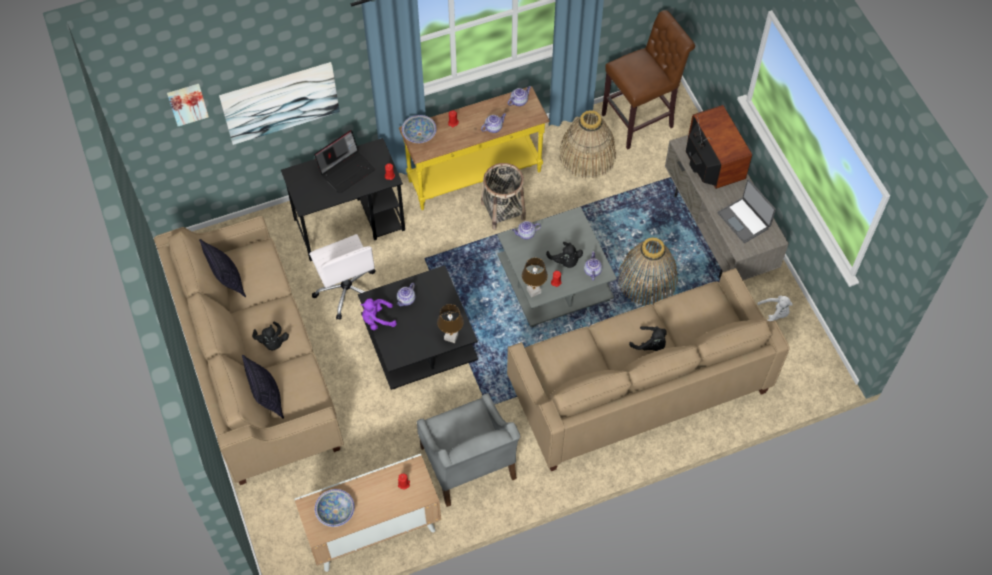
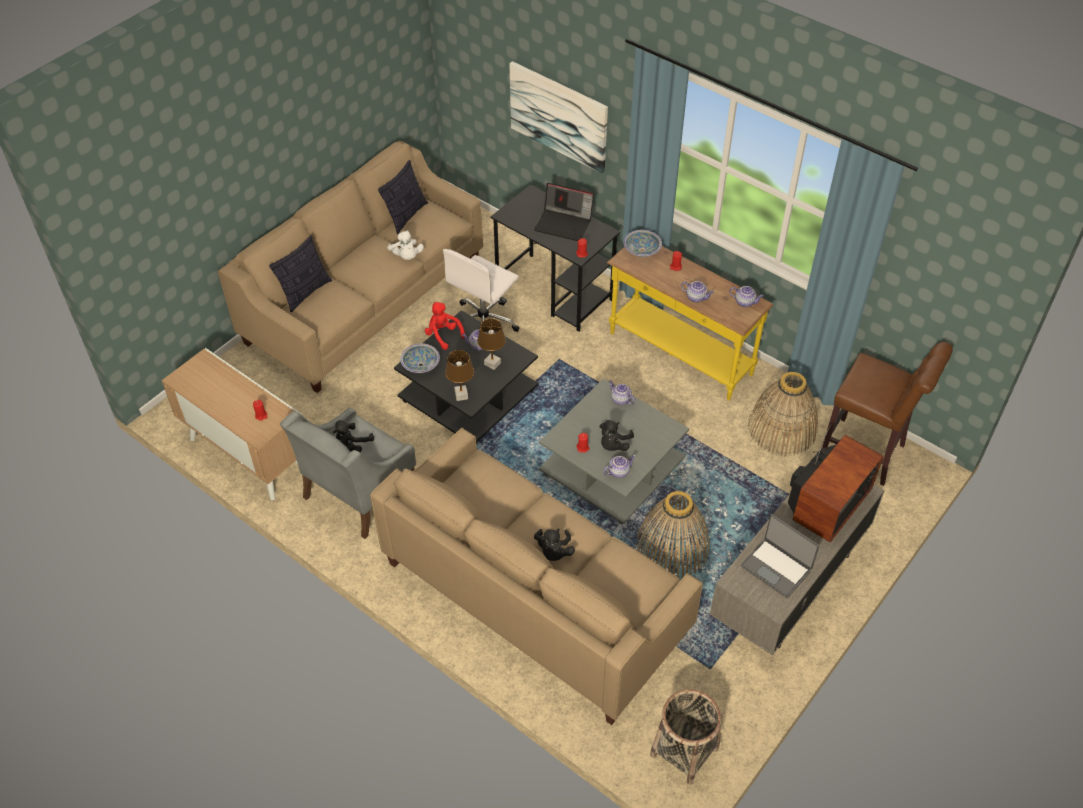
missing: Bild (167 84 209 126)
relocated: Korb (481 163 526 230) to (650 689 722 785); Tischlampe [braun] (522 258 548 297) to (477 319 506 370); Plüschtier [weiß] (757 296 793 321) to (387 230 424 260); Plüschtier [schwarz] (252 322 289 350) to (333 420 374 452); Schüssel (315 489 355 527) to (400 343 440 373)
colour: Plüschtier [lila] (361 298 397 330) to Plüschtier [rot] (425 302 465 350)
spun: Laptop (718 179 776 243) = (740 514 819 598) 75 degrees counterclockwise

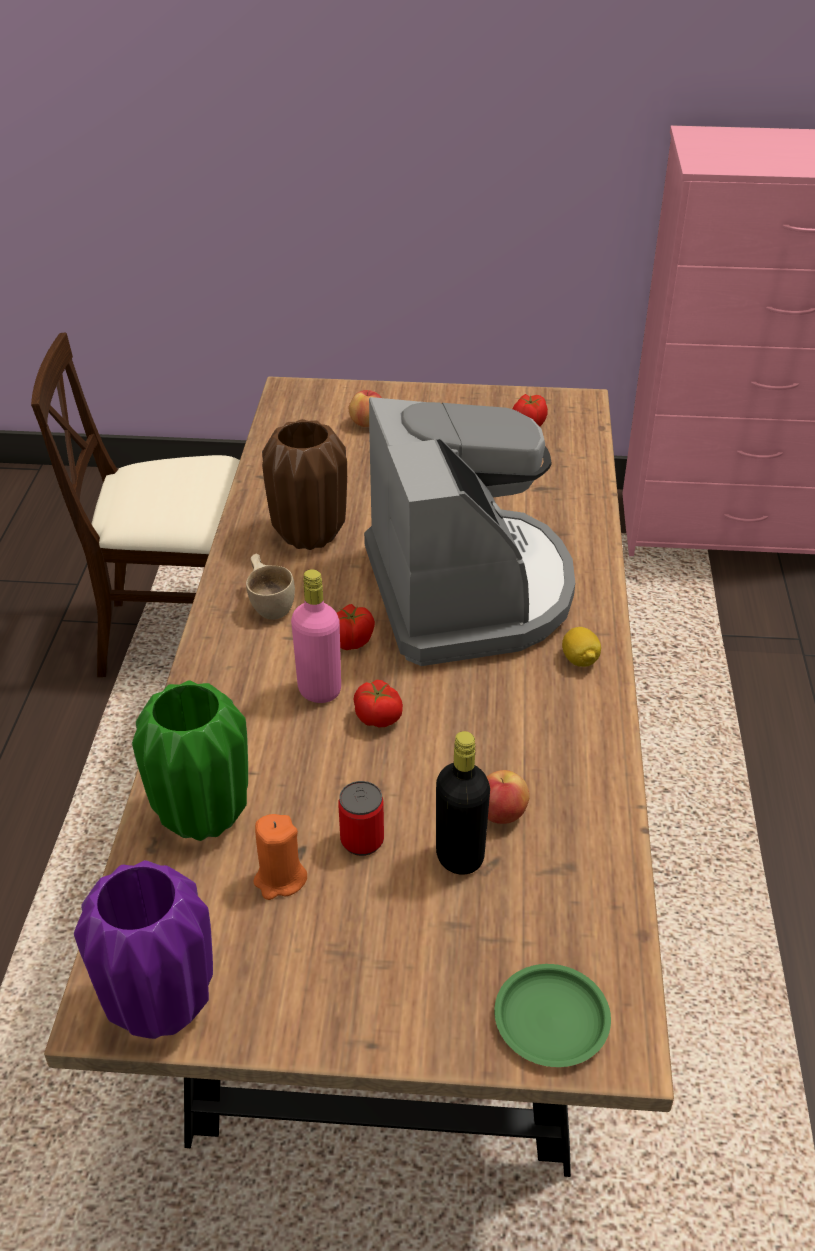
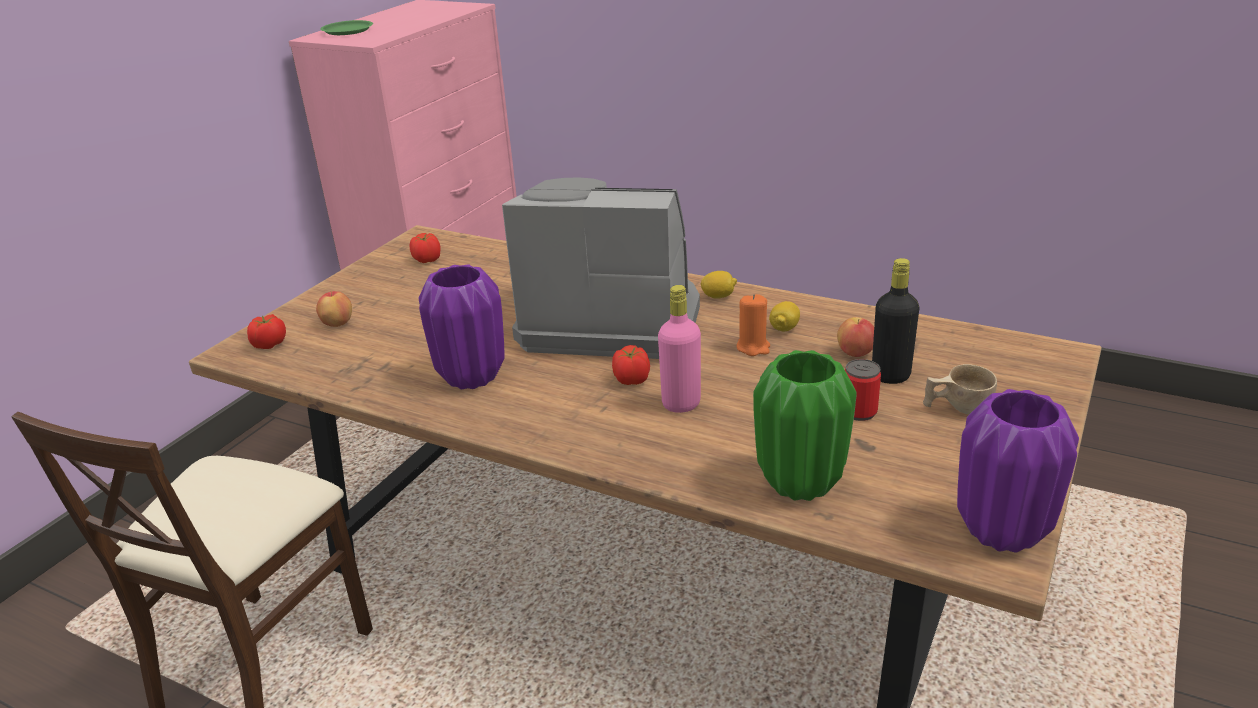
appeared: Zitrone (769 301 800 331)
relocated: Tasse [beige] (246 554 295 620) to (923 364 997 415); Tomate (353 680 403 727) to (247 314 286 349); Kerze [orange] (253 814 307 900) to (737 294 770 356); Teller [grün] (494 964 611 1067) to (320 20 373 35)
colour: Vase [braun] (262 419 347 550) to Vase [lila] (419 264 505 389)

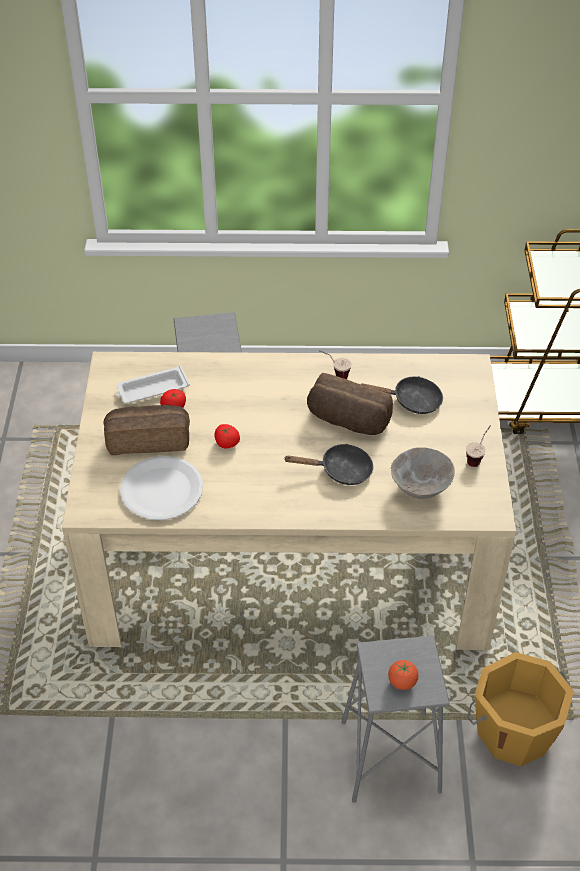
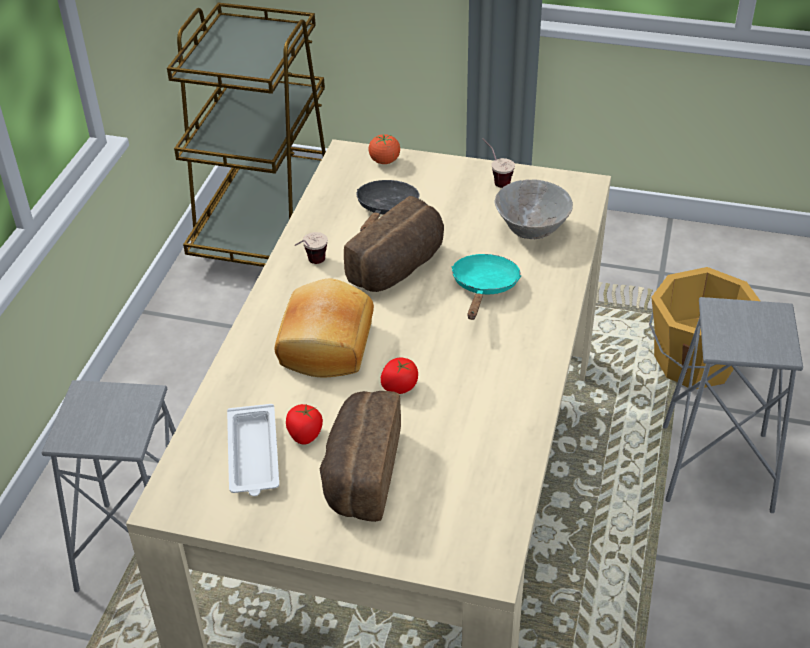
missing: Teller [weiß] (120 456 203 520)
appeared: Brot (275 279 374 377)
relocated: Tomate (388 660 418 690) to (368 134 400 164)
colour: Pfanne [schwarz] (285 444 373 485) to Pfanne [türkis] (452 254 521 320)

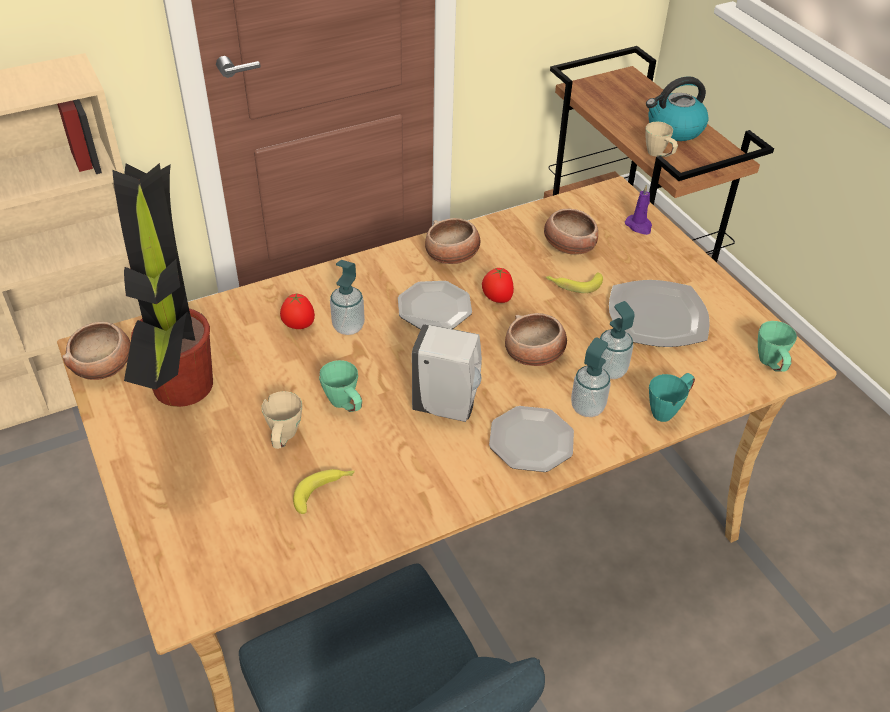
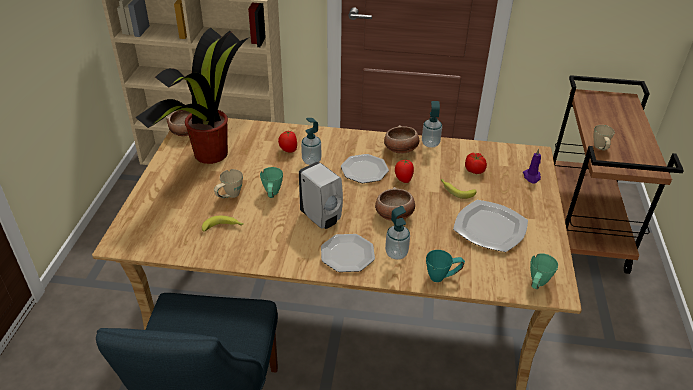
missing: Wasserkessel (646 76 709 141)
relocated: Seifenspender (599 301 635 379) to (422 101 442 148)
exchanged: Schüssel (544 209 598 255) to Tomate (465 153 487 174)

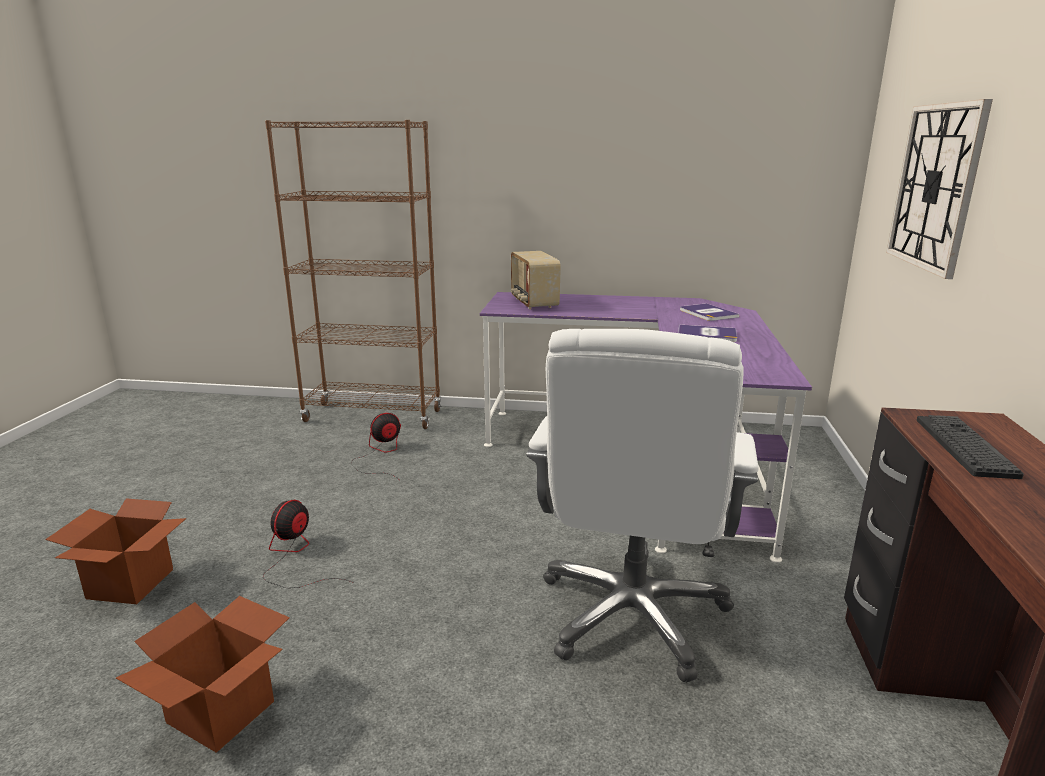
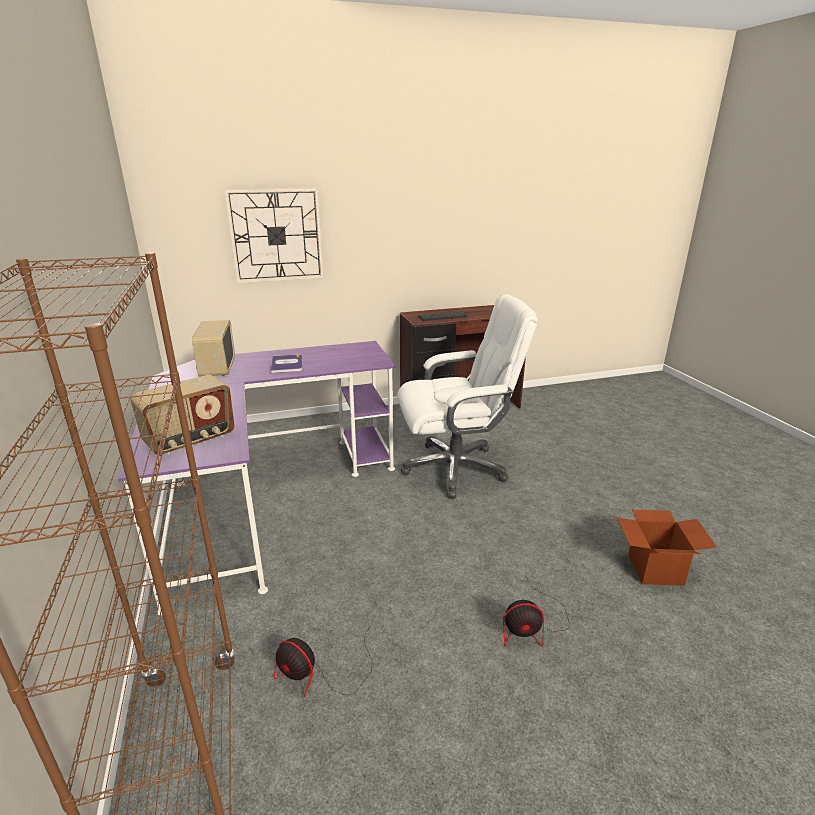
missing: Karton (45 498 186 604)
exchanged: Buch (680 303 739 321) to Radio (192 320 235 376)

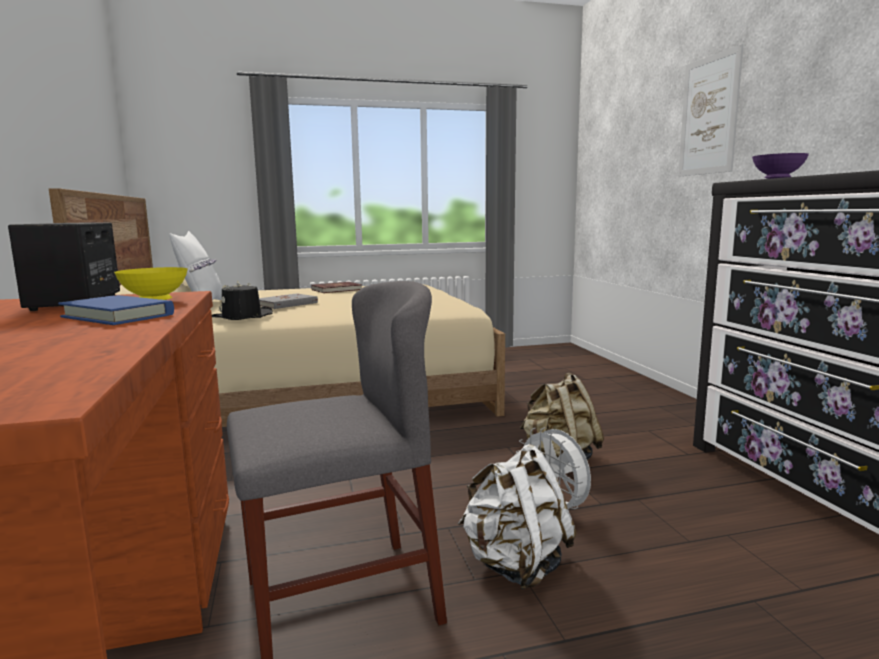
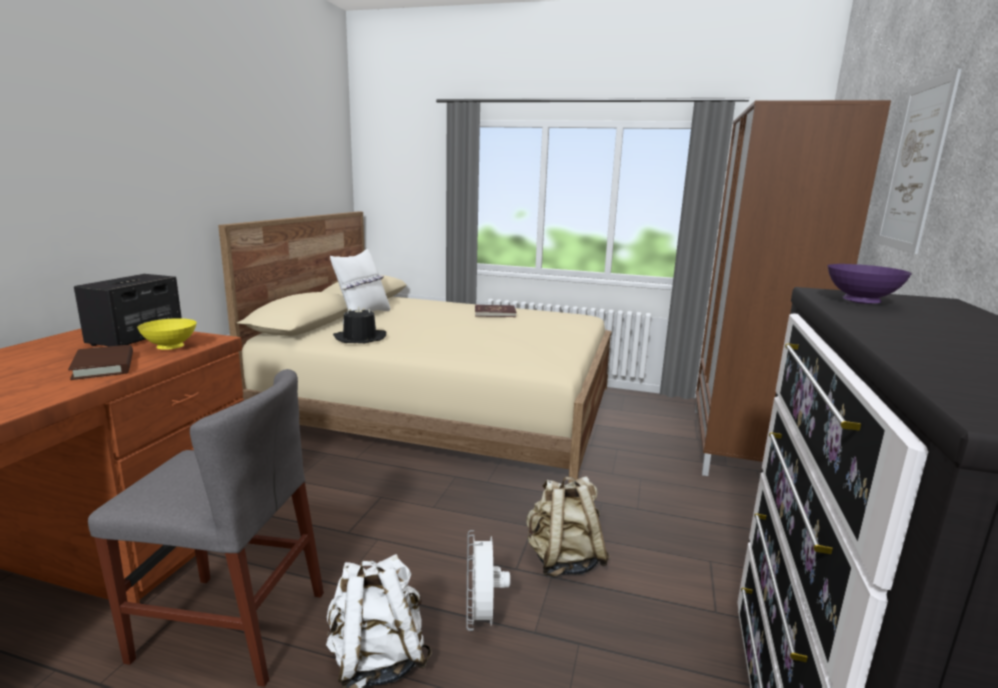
missing: Buch [grau] (259 293 318 309)
appeared: Kleiderschrank [braun] (695 100 891 476)
colour: Buch [blau] (58 295 174 325) to Buch [braun] (68 345 133 380)

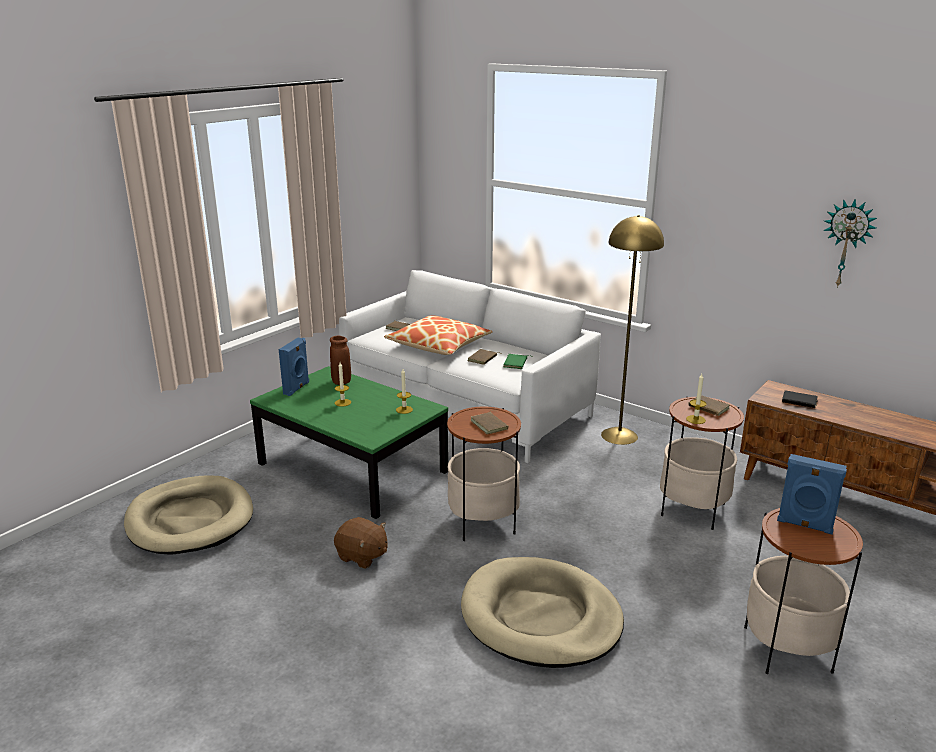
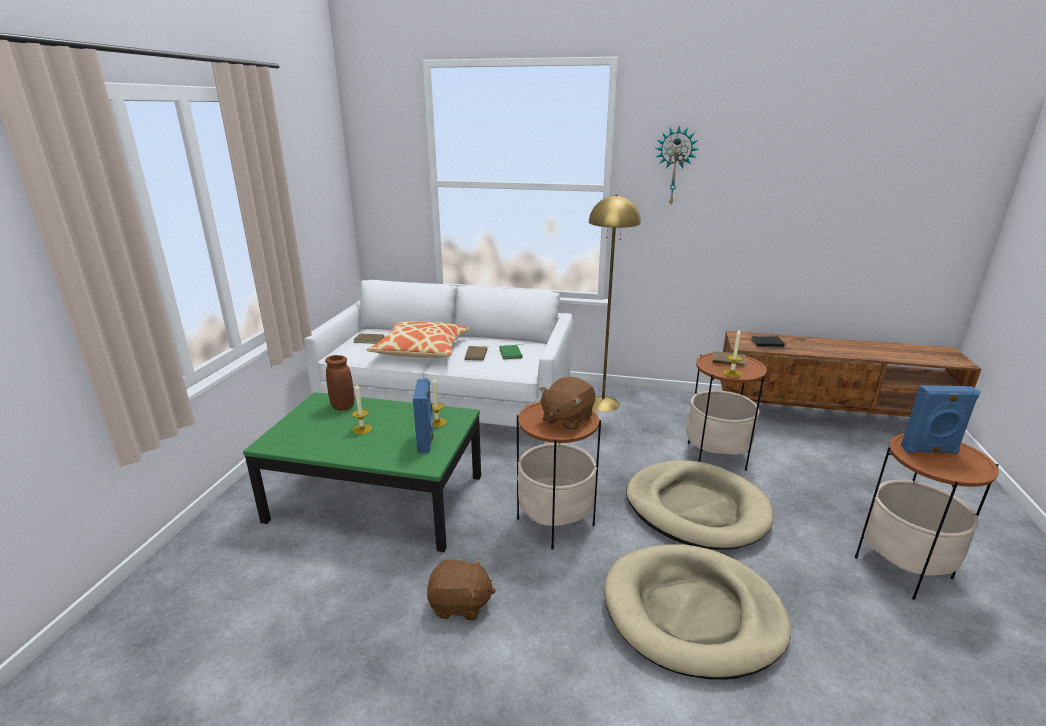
relocated: Wanduhr (824 199 877 288) to (655 126 698 204); Lautsprecher [blau] (279 338 309 396) to (413 378 433 454); Hundebett [beige] (124 475 253 555) to (626 460 774 550)
exchanged: Buch [braun] (471 412 509 435) to Plüschtier [braun] (539 377 595 431)

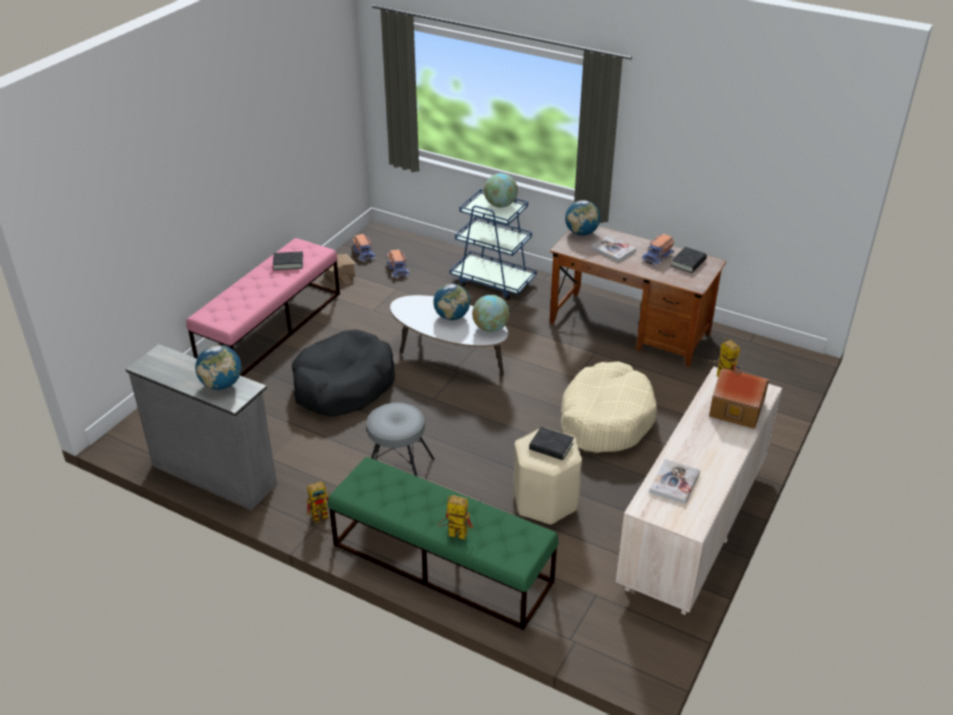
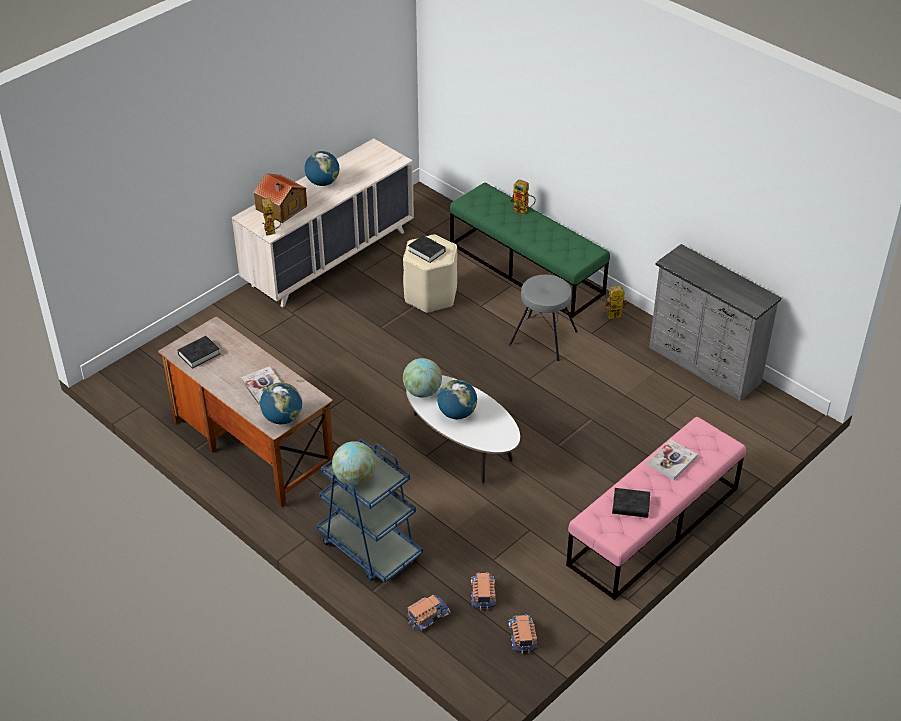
missing: Spielzeughaus (326 254 356 285); Hundebett [schwarz] (292 329 395 417); Hundebett [beige] (561 361 657 453)
relocated: Spielzeuglaster (642 234 674 266) to (408 595 451 631); Globus (195 345 241 390) to (305 151 339 186); Buch (649 459 700 504) to (647 440 698 480)

